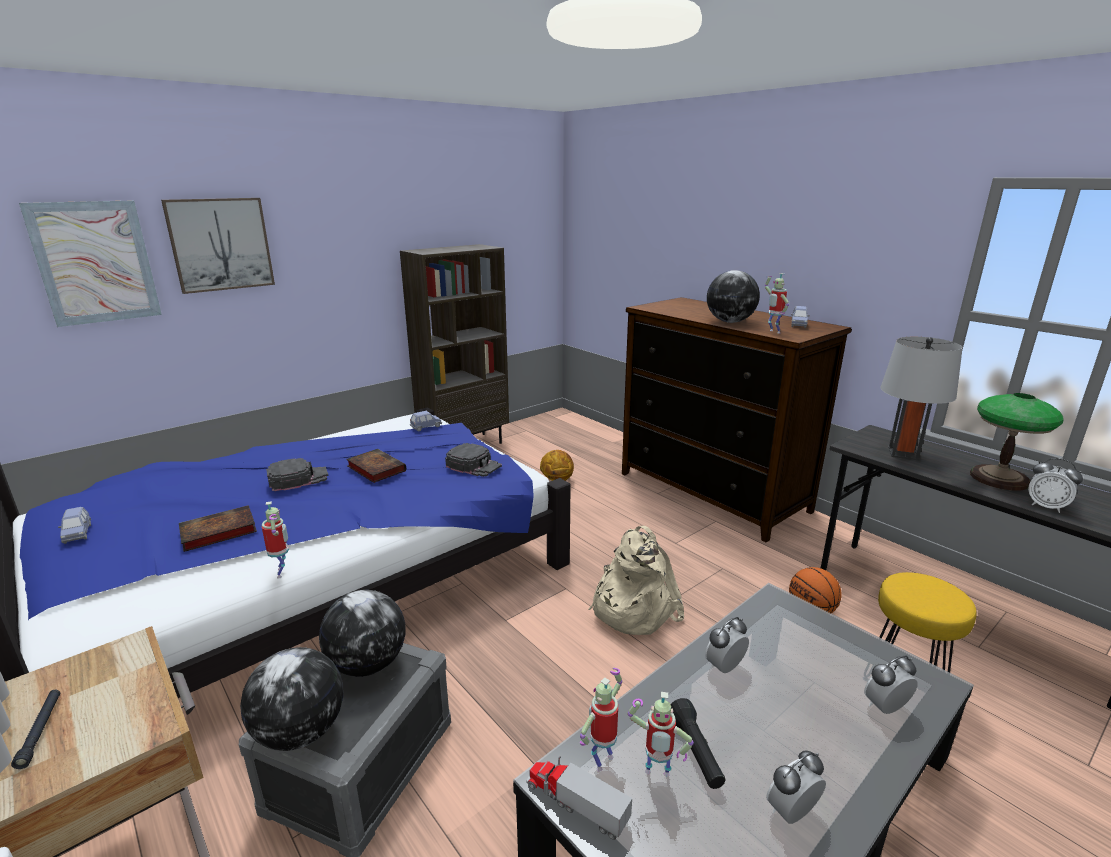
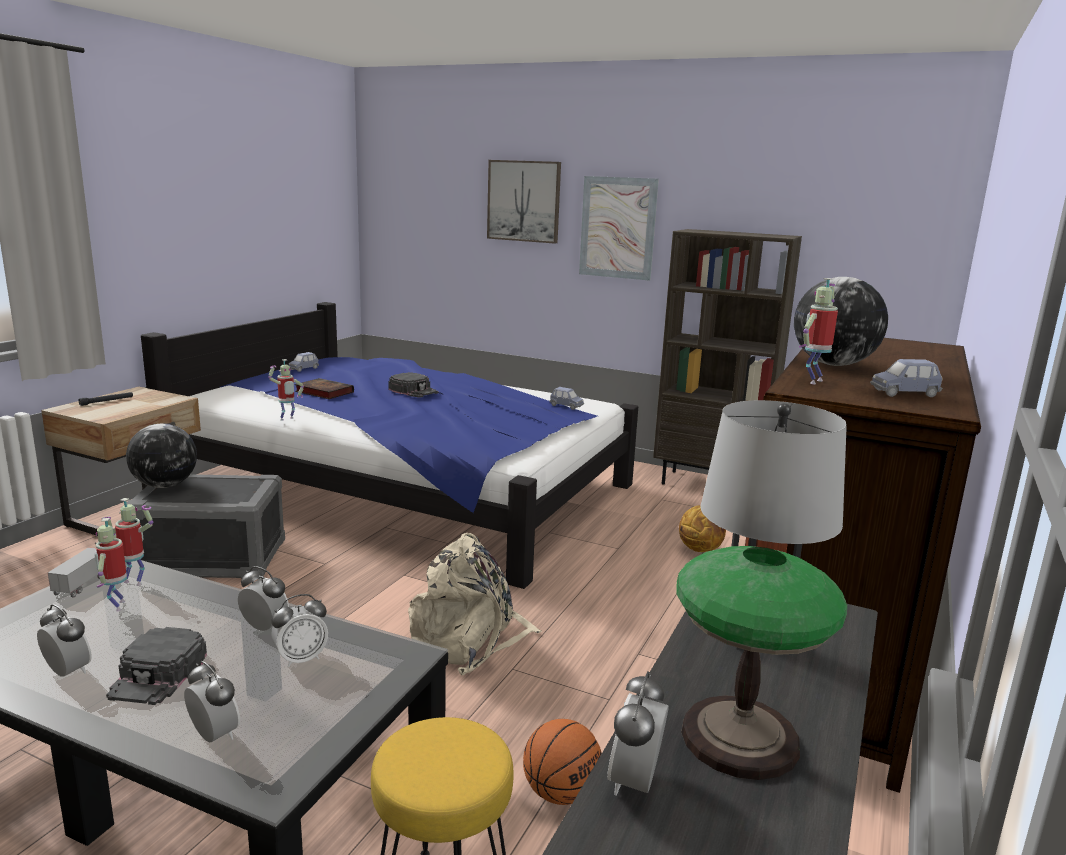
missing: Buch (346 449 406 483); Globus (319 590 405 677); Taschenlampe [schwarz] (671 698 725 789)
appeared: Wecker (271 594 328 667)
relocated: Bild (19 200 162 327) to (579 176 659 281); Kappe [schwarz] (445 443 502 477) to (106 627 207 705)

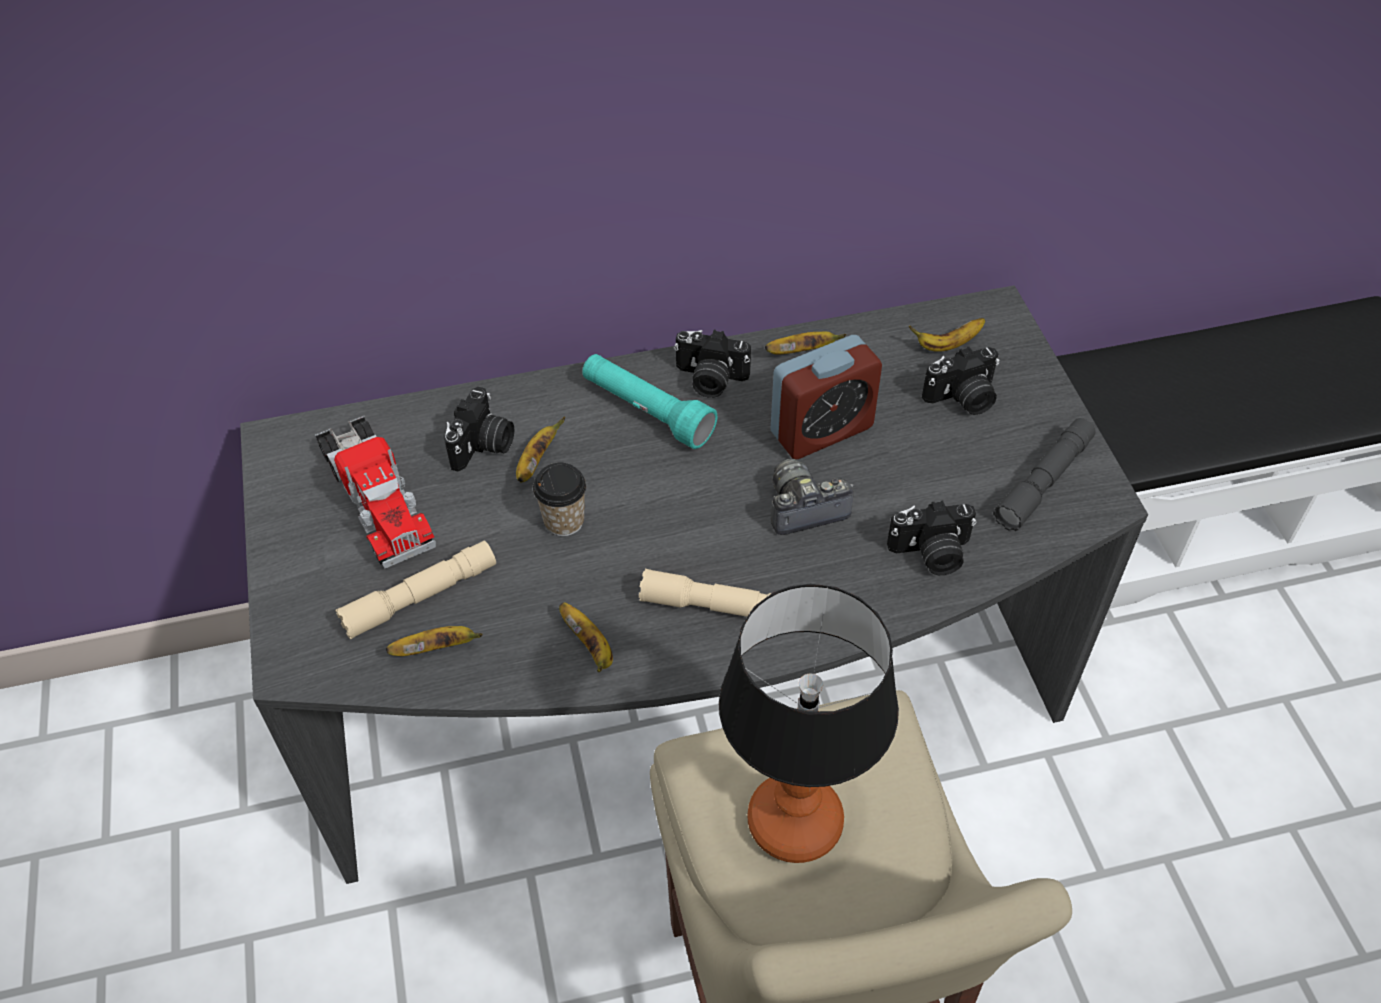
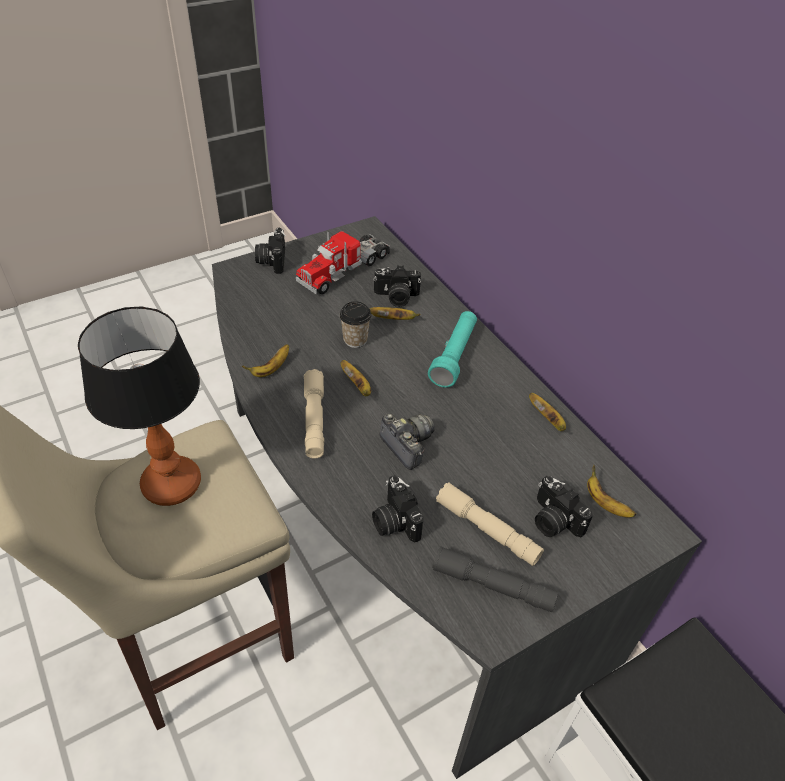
missing: Wecker (771 335 882 459)
relocated: Kamera (674 330 751 398) to (255 228 286 274); Taschenlampe [beige] (335 540 496 640) to (436 482 544 566); Banane (386 626 483 656) to (341 360 371 396)

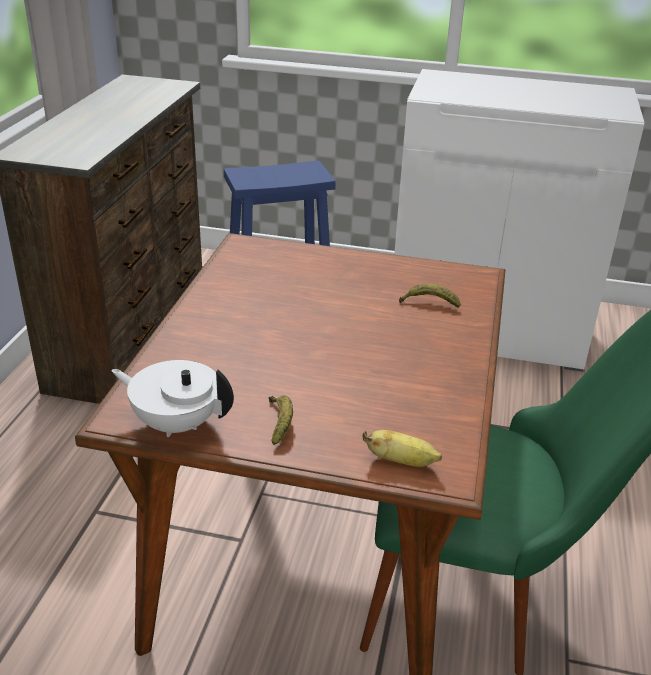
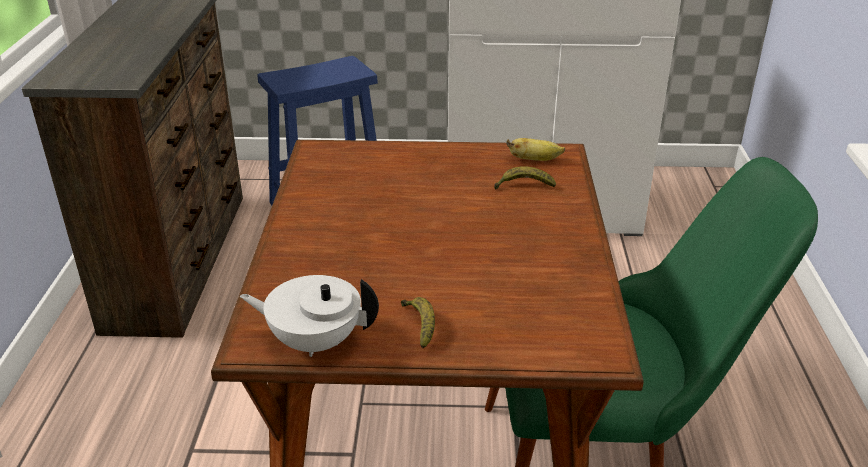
relocated: Banane (363 430 442 467) to (506 138 565 161)

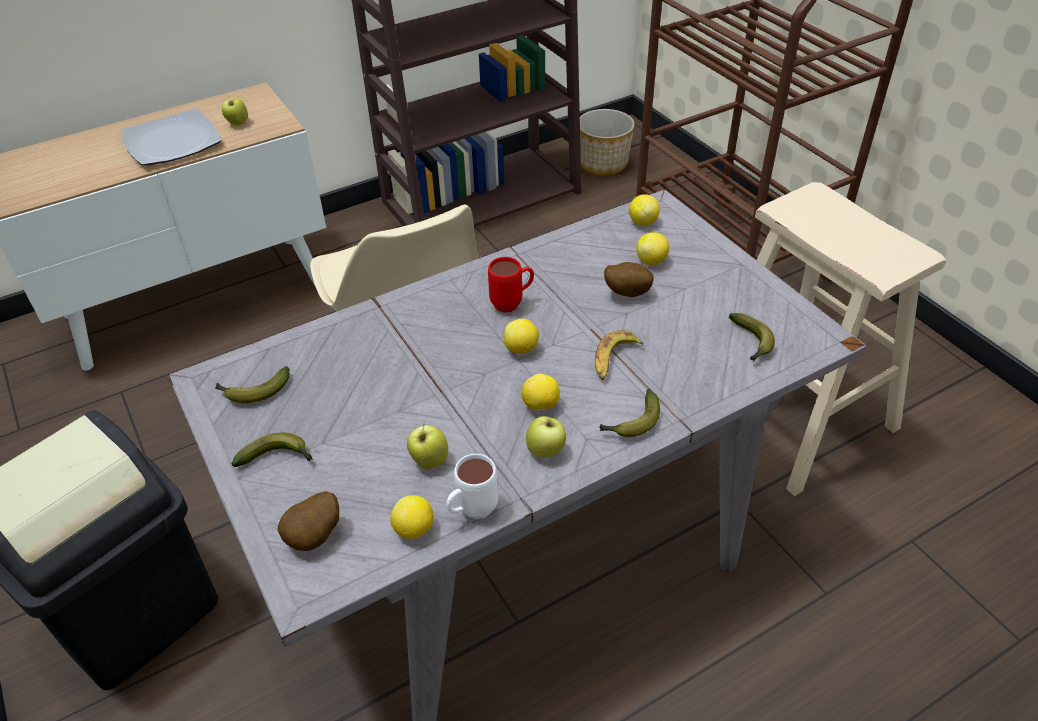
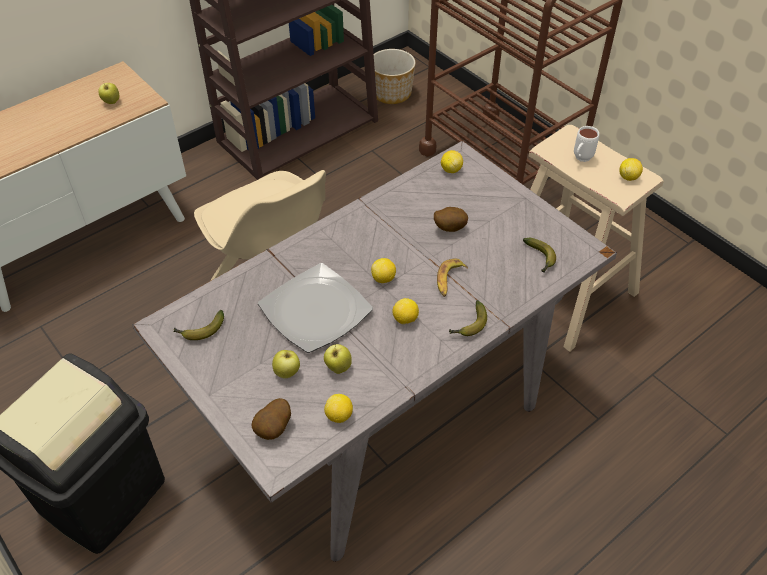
missing: Henkelbecher [rot] (488 257 534 313); Banane (232 433 313 467)
relocated: Teller (120 108 222 166) to (258 263 373 353); Zitrone (636 232 669 265) to (619 158 643 181); Apfel (526 416 566 458) to (272 350 300 378); Henkelbecher [weiß] (446 454 498 519) to (574 126 599 162)

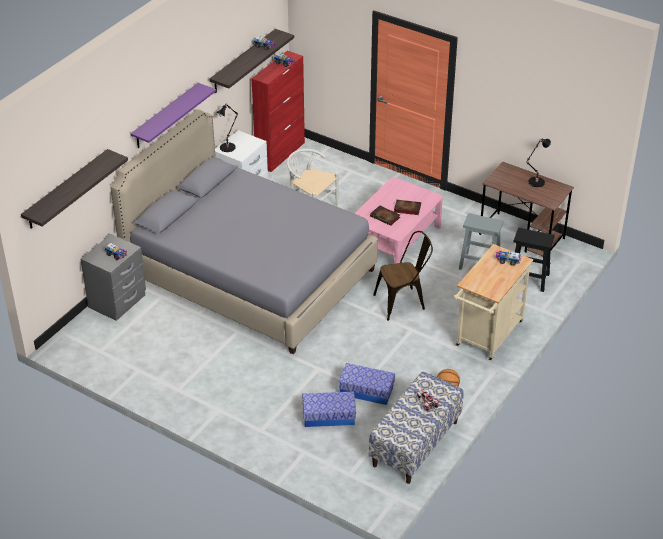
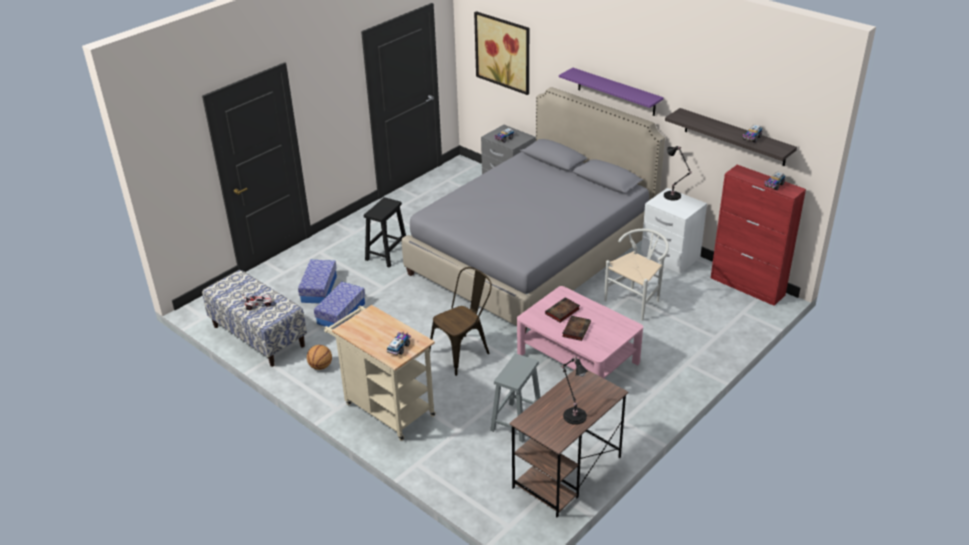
relocated: Hocker [schwarz] (514 228 555 292) to (364 197 406 268)
exchanged: Wandregal (21 149 128 228) to Bild (474 11 529 95)
spun: Stuhl [braun] (373 231 433 321) = (430 267 492 376) 120 degrees counterclockwise

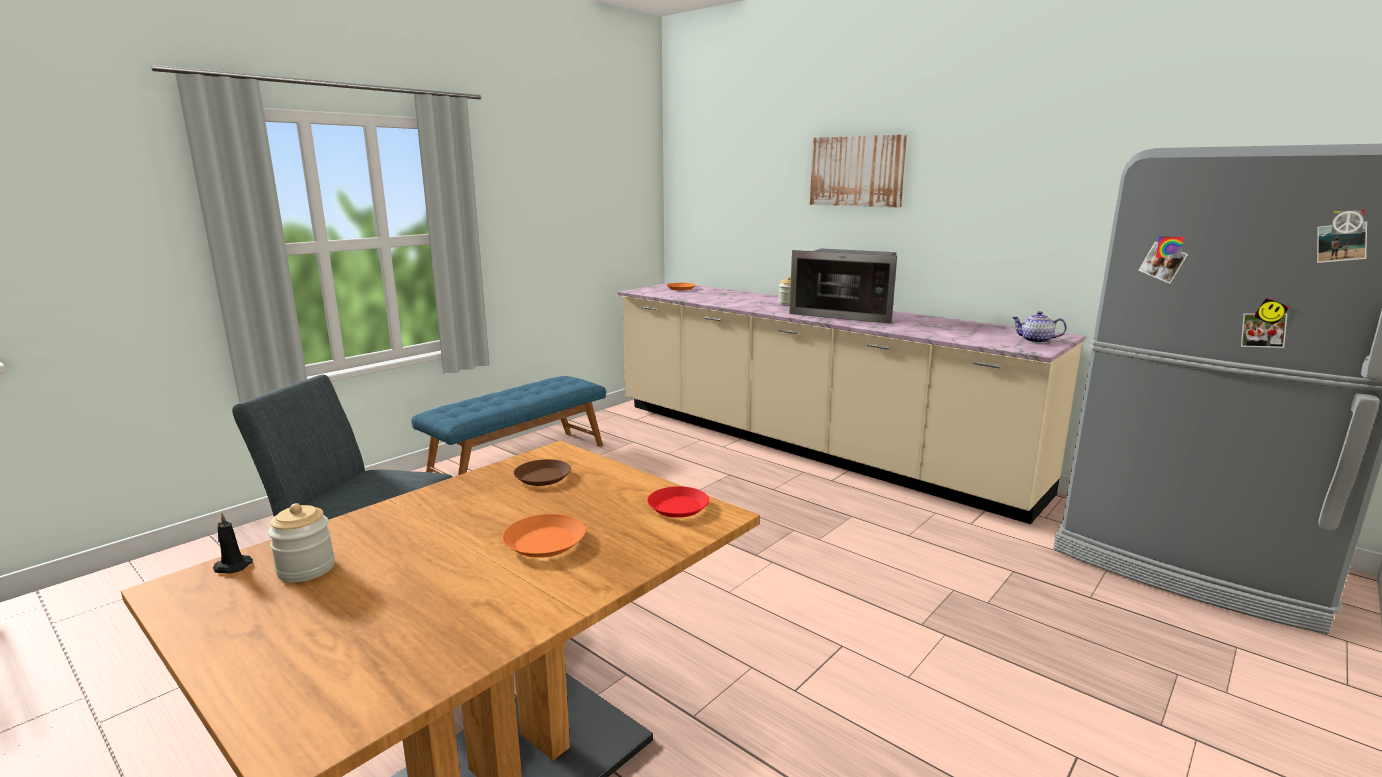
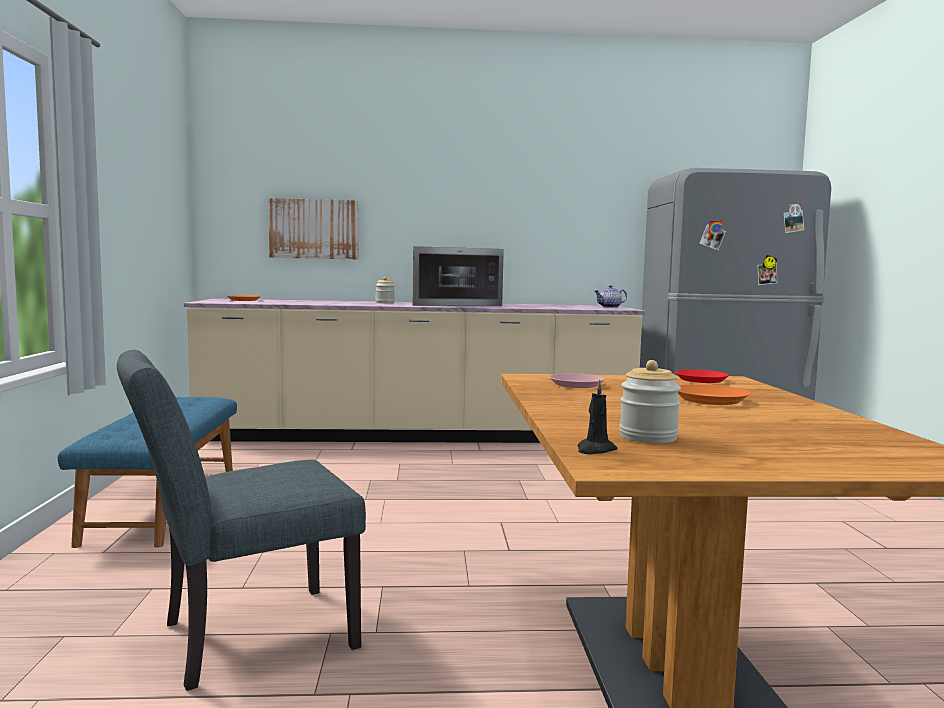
relocated: Bild (810 134 907 207) to (269 198 358 259)
colour: Teller [braun] (513 459 571 486) to Teller [rosa] (549 373 605 388)

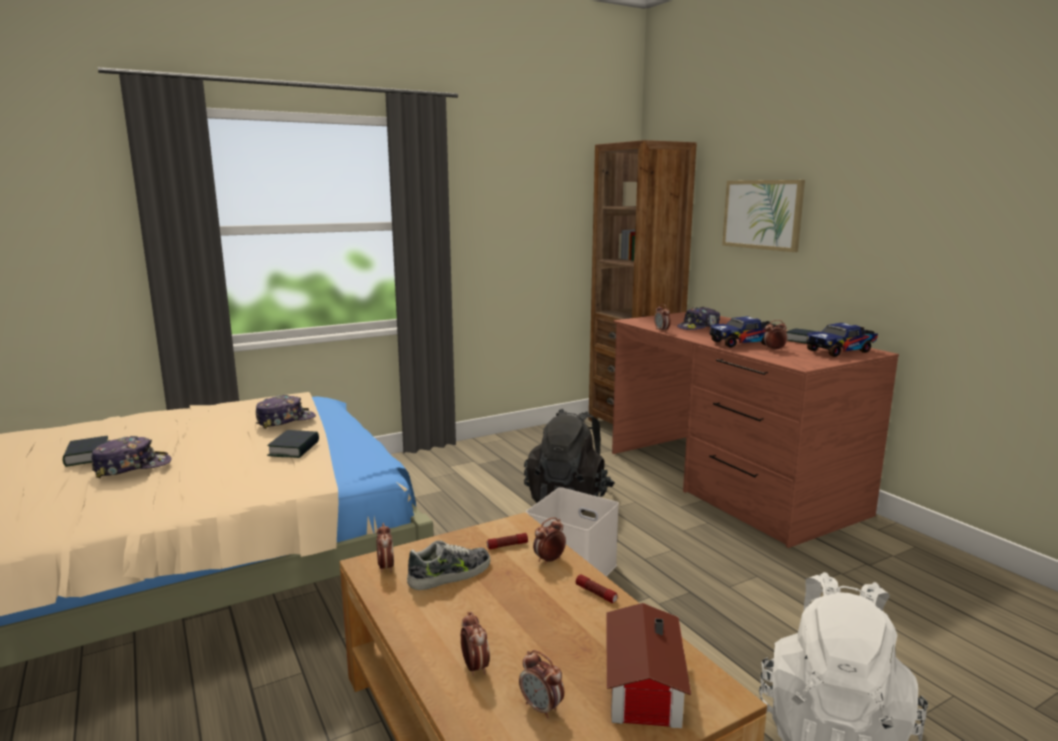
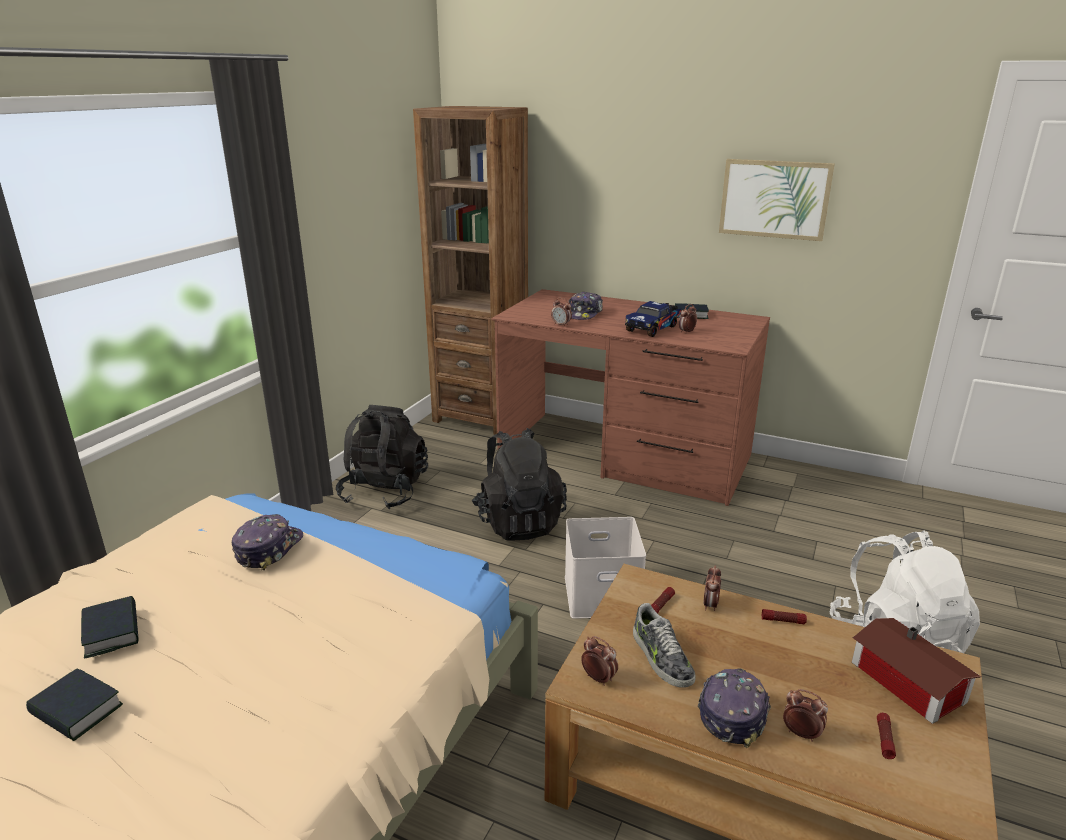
missing: Spielzeuglaster (806 323 878 357)
appeared: Rucksack [schwarz] (336 405 428 509)
relocated: Bild (722 180 805 252) to (719 159 835 241); Buch (267 430 319 458) to (81 596 139 659); Kappe (91 436 171 478) to (698 668 771 748)
exchanged: Wecker (519 650 564 719) to Taschenlampe (877 713 896 759)
spun: Schuh (407 540 490 590) = (633 603 696 688) 135 degrees clockwise

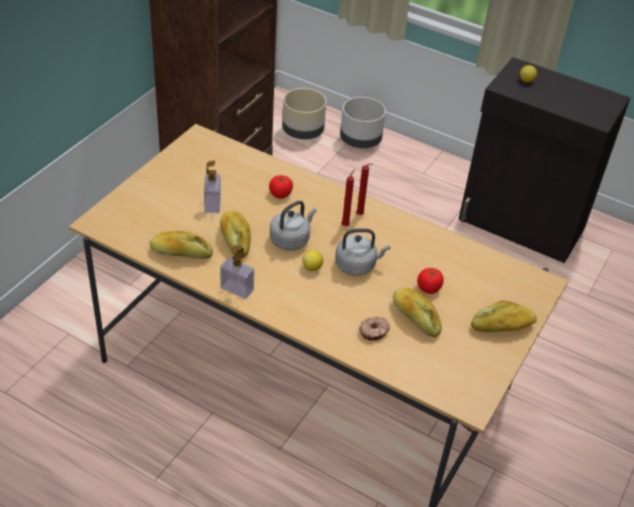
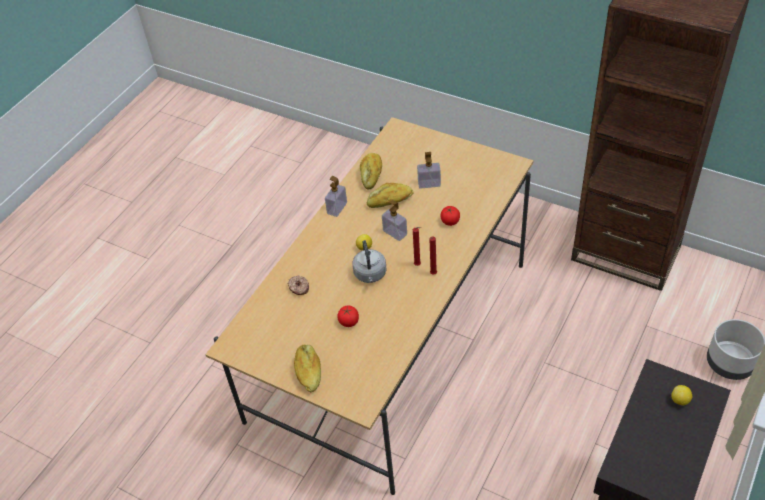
missing: Pflanzkübel [beige] (282 88 326 139); Brot (393 288 442 337)
exchanged: Wasserkessel [grau] (270 201 317 250) to Seifenspender (382 200 407 241)

